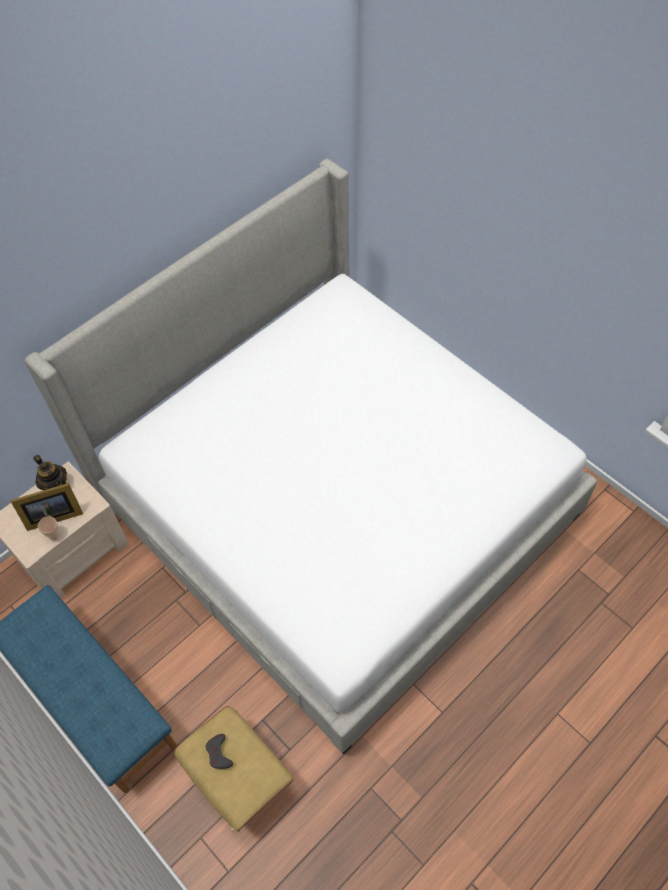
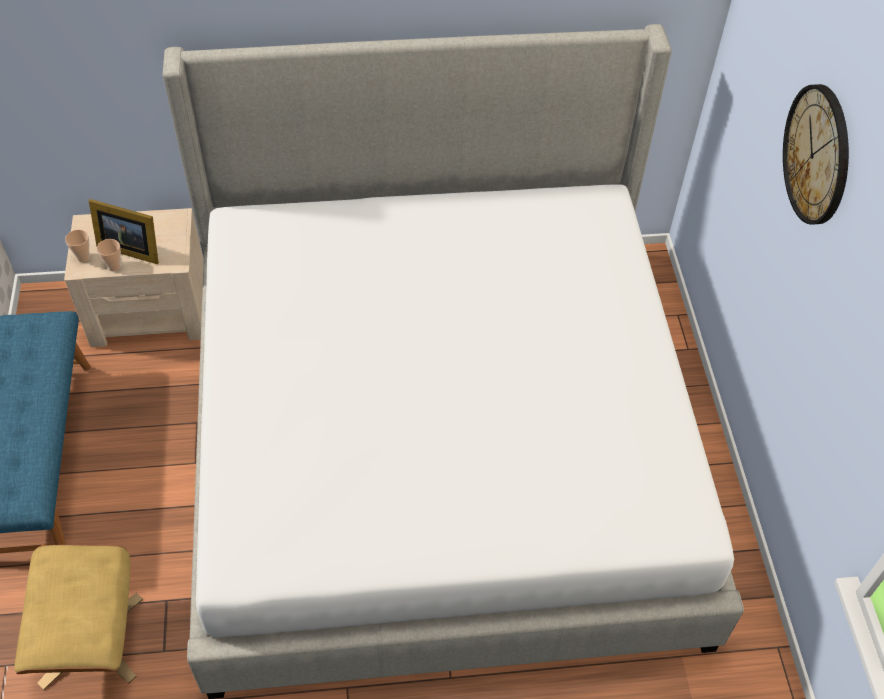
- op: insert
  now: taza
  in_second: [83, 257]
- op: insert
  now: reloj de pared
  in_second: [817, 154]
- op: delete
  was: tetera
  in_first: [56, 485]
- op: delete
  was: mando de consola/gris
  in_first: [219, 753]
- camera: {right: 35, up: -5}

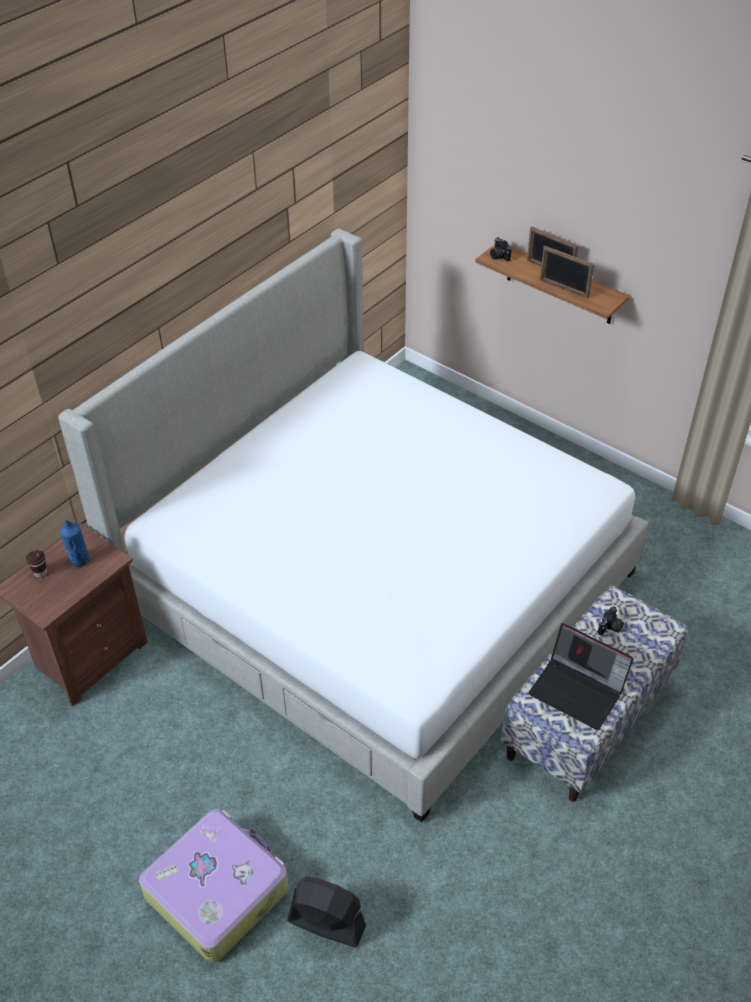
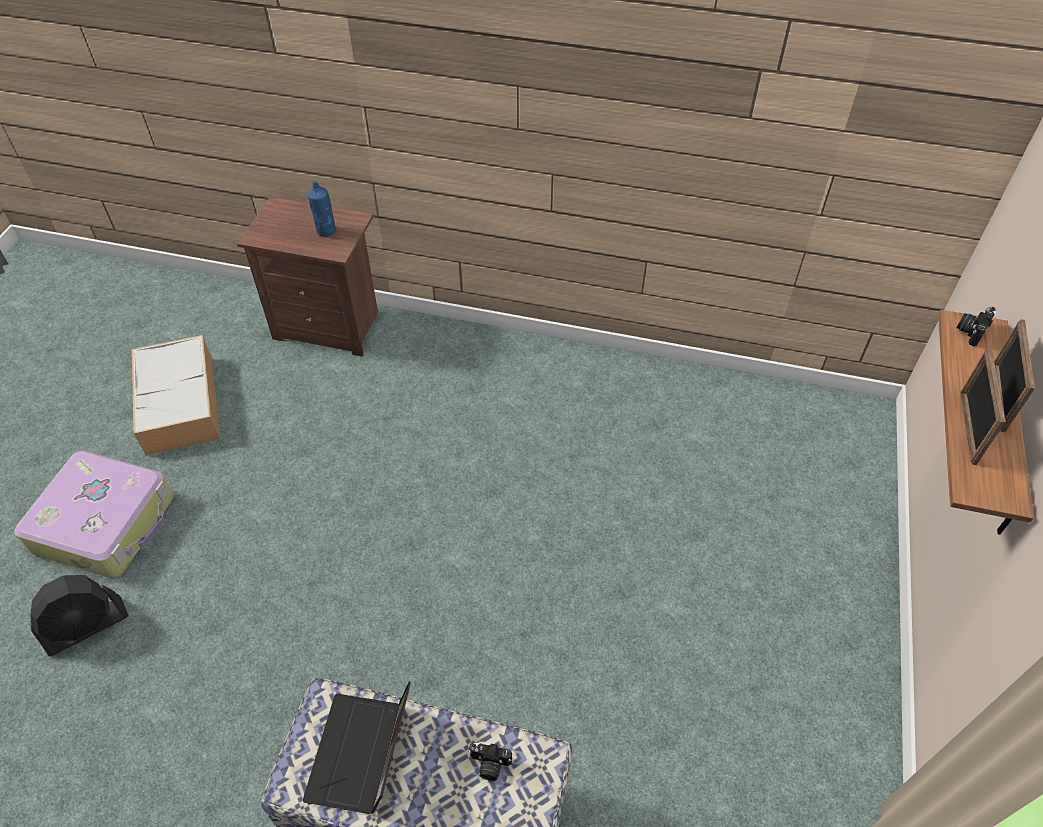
- op: rotate
  was: ventilador/negro
  in_first: [326, 923]
  in_second: [86, 626]
  clockwise: 60
- op: insert
  now: caja de almacenaje
  in_second: [181, 405]
- op: delete
  was: taza/marrón
  in_first: [40, 572]
- op: delete
  was: cama
  in_first: [376, 587]
- camera: {right: 65, up: 5}

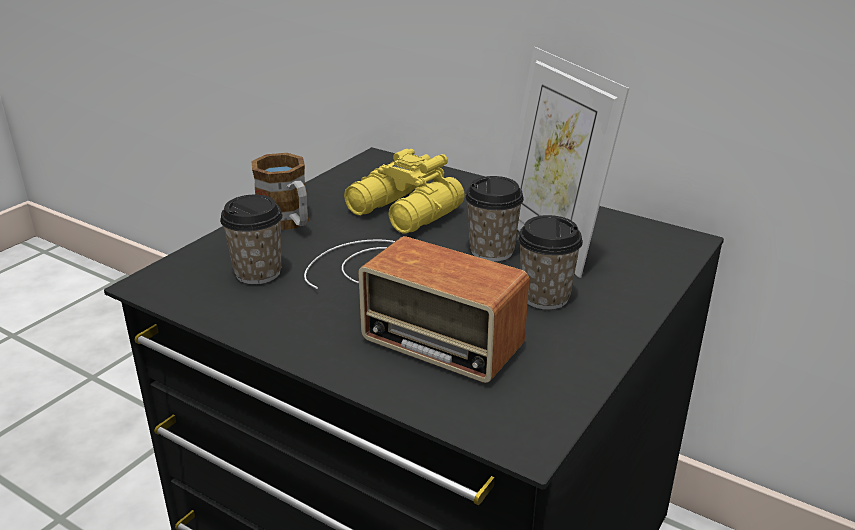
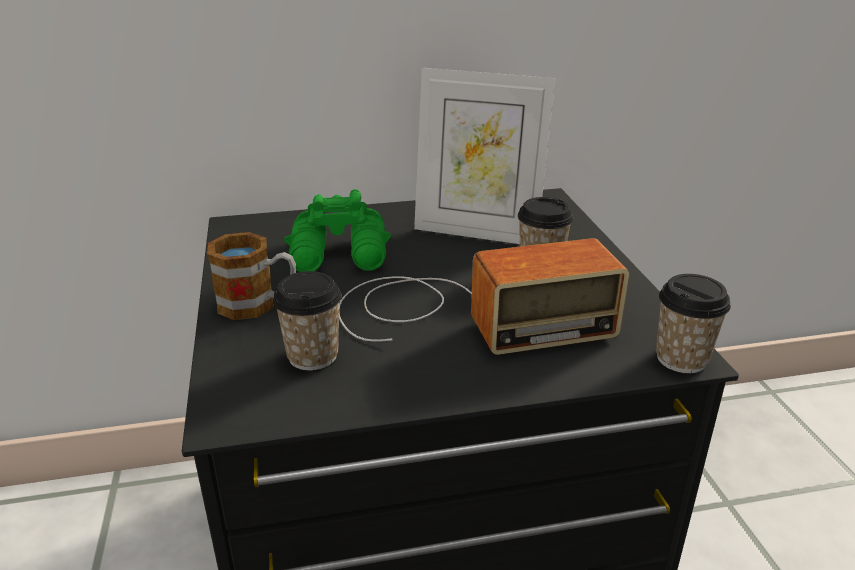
- op: recolor
  was: prismáticos/amarillo
  now: prismáticos/verde
  in_first: [404, 213]
  in_second: [341, 255]
- op: move
  was: taza
  in_first: [492, 251]
  in_second: [681, 359]
- camera: {right: -45, up: 0}

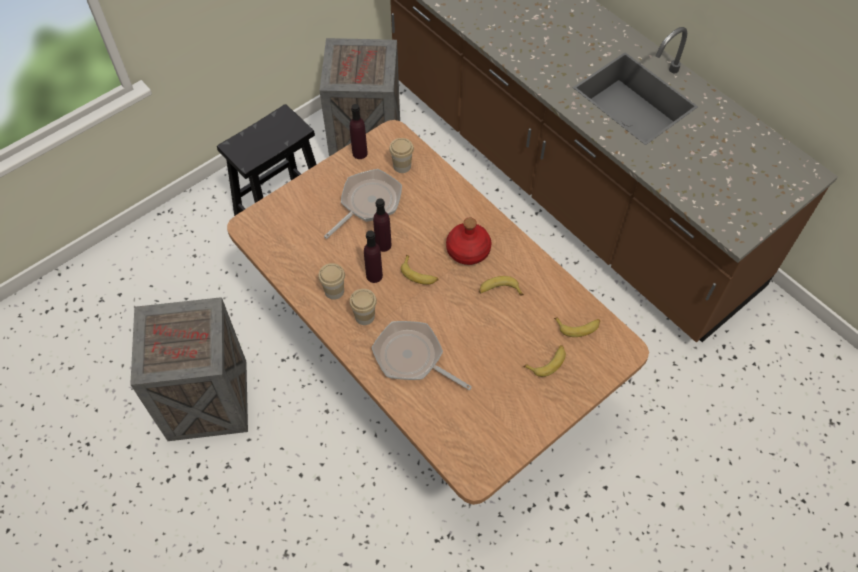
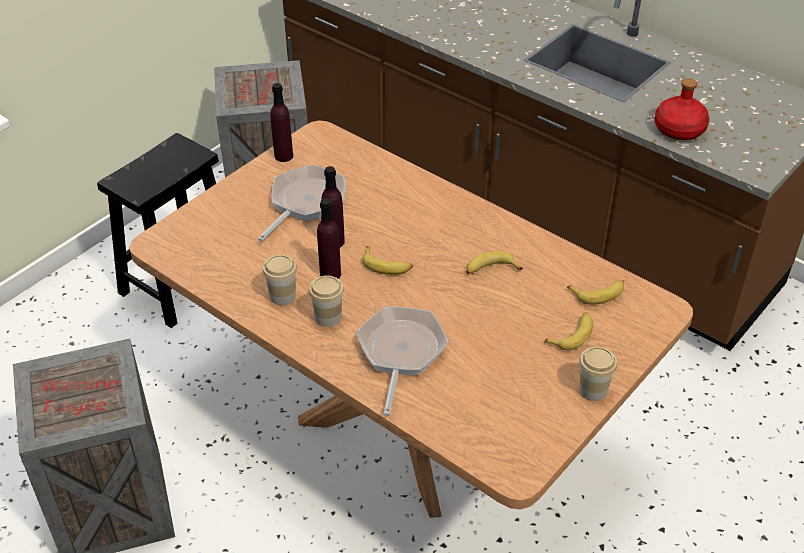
- op: rotate
  was: sartén
  in_first: [412, 358]
  in_second: [400, 353]
  clockwise: 75
- op: move
  was: taza
  in_first: [402, 166]
  in_second: [593, 390]
- op: move
  was: botella/rojo
  in_first: [467, 250]
  in_second: [678, 129]
- camera: {right: -10, up: -15}

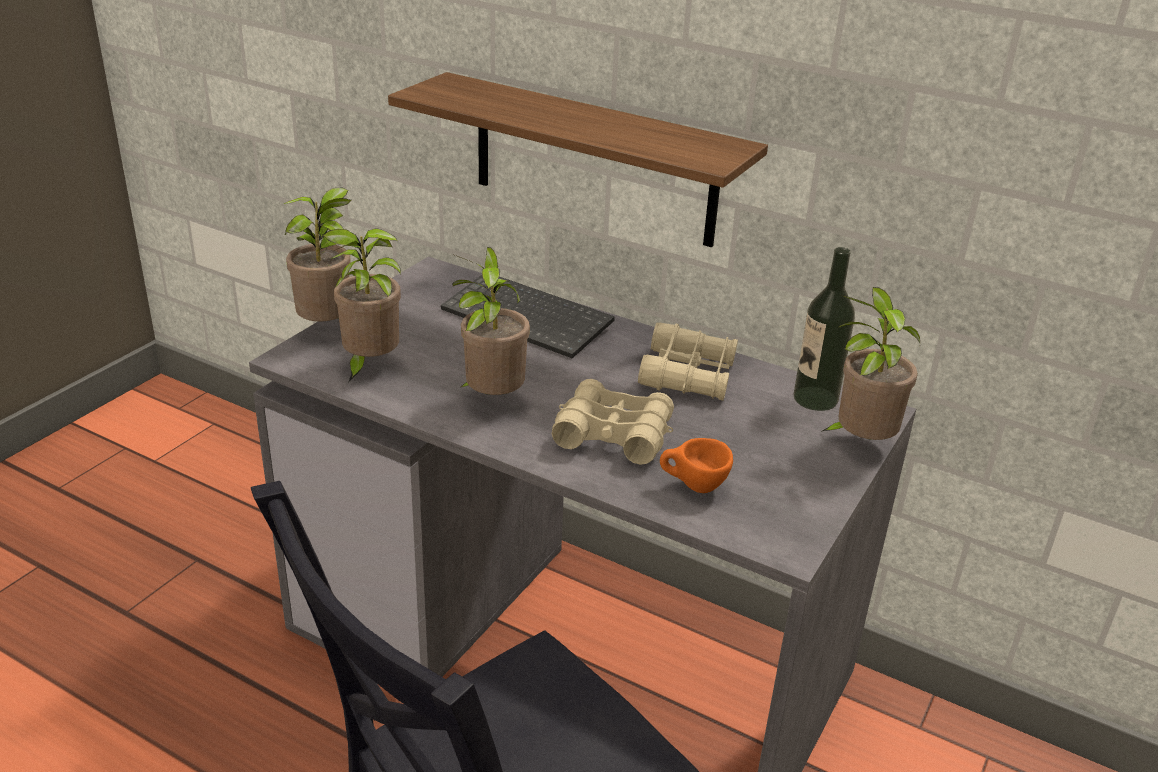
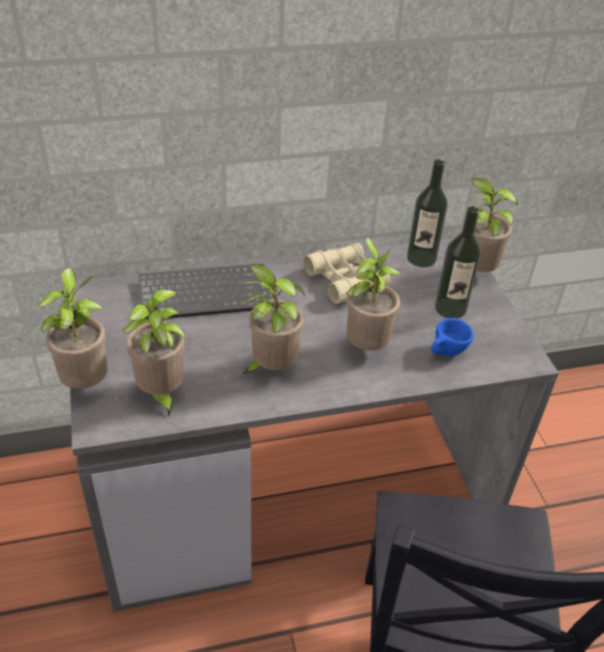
- op: replace
  was: prismáticos/beis
  now: planta en maceta
  in_first: [613, 434]
  in_second: [366, 347]
- op: recolor
  was: taza/naranja
  now: taza/azul
  in_first: [693, 487]
  in_second: [446, 354]
- op: insert
  now: botella
  in_second: [450, 308]
- op: delete
  was: estante
  in_first: [593, 160]
- camera: {right: -45, up: 10}

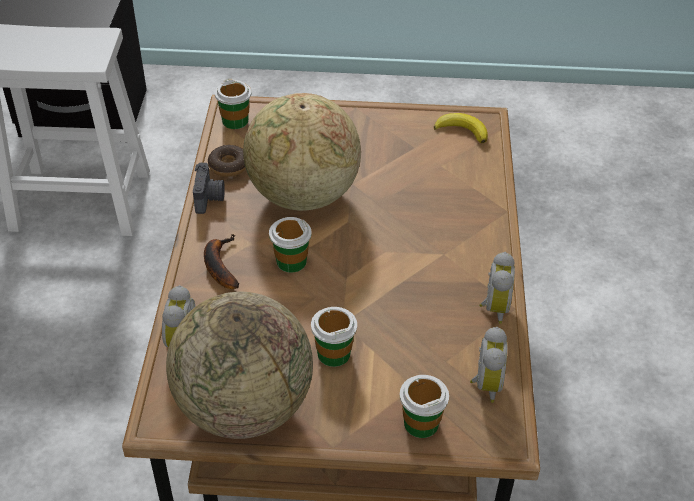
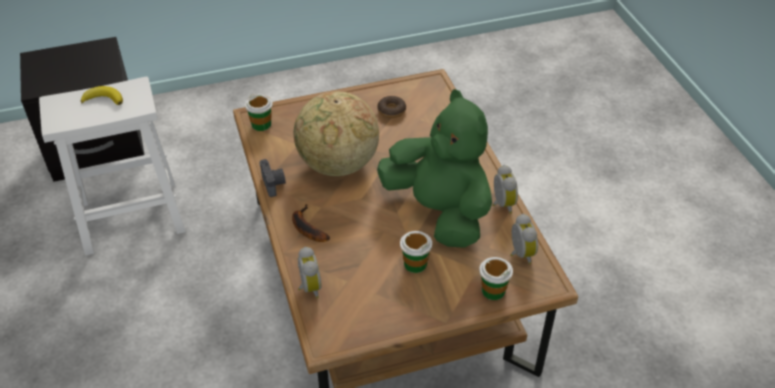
- op: move
  was: plátano
  in_first: [462, 130]
  in_second: [103, 99]
- op: insert
  now: peluche/verde
  in_second: [439, 211]
- op: move
  was: rosquilla
  in_first: [228, 166]
  in_second: [391, 110]
- op: delete
  was: globo terráqueo
  in_first: [244, 407]
- op: delete
  was: taza
  in_first: [291, 261]
- camera: {right: -20, up: 0}

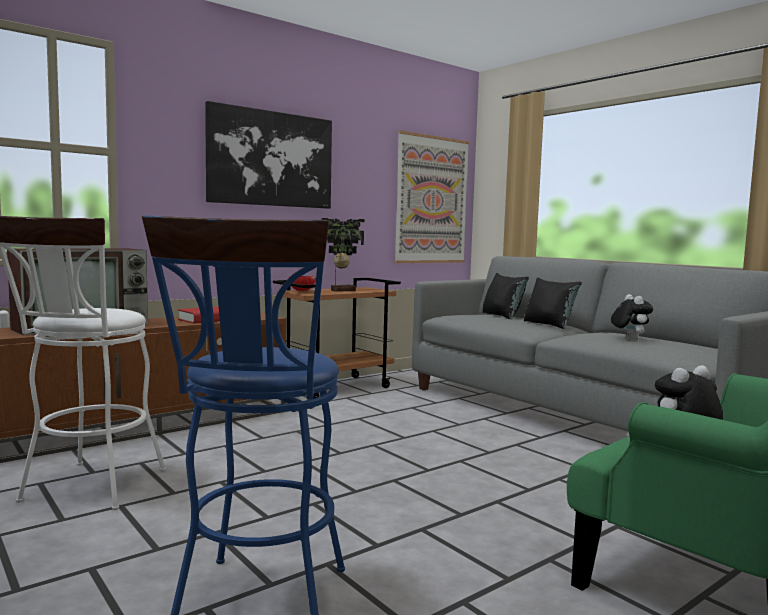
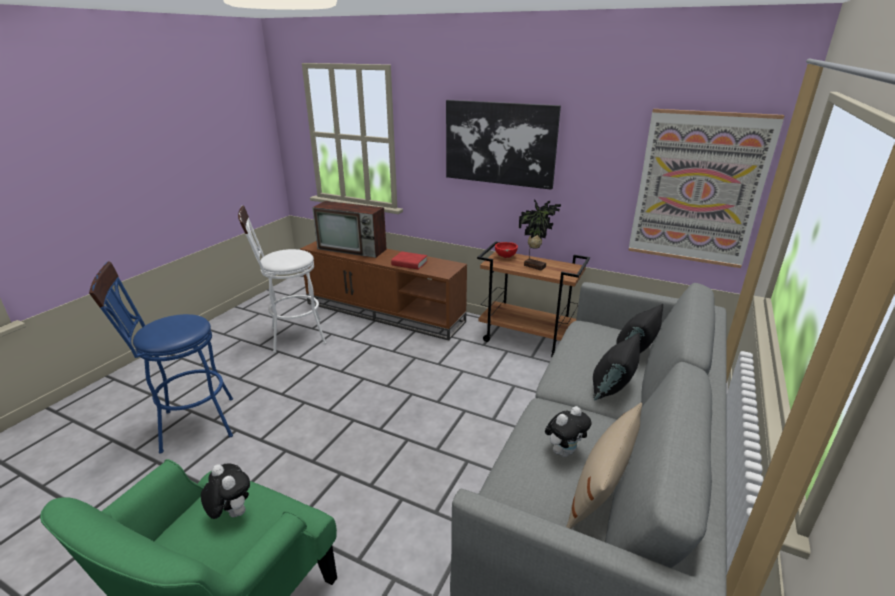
- op: insert
  now: cojín/beis
  in_second: [602, 486]
- camera: {right: 65, up: 20}

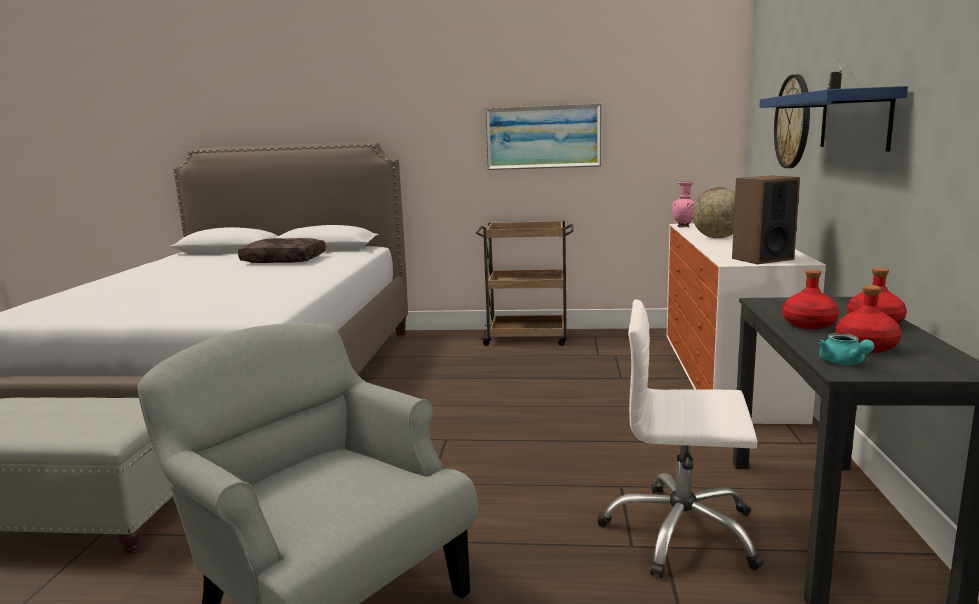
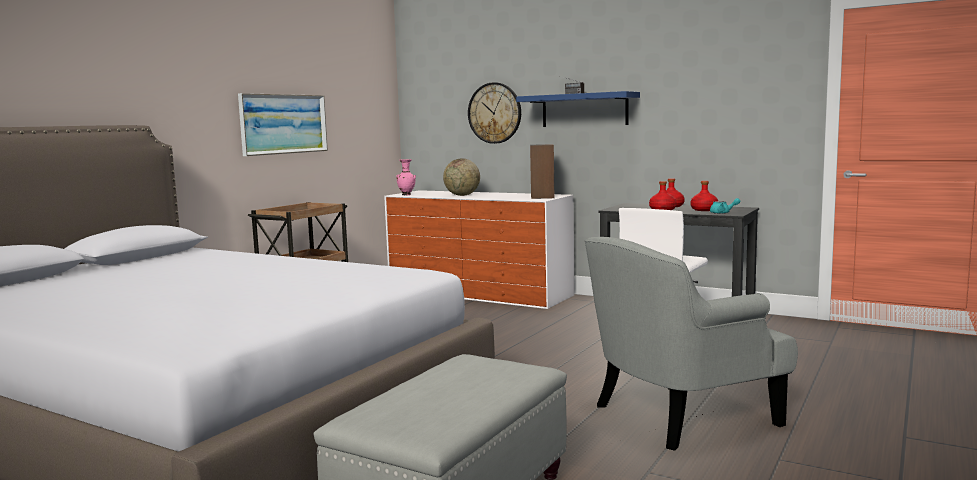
- op: delete
  was: cojín/marrón
  in_first: [285, 260]
- camera: {right: -65, up: -5}

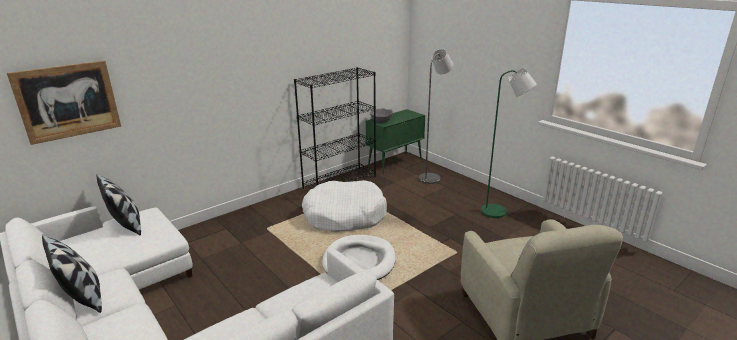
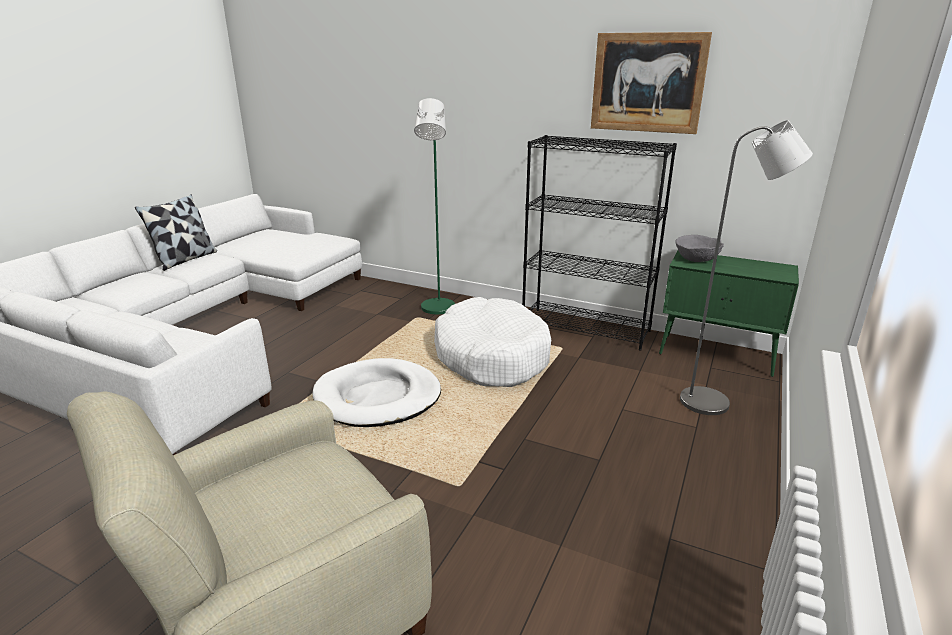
- op: move
  was: lámpara de pie/verde
  in_first: [498, 213]
  in_second: [437, 310]
- op: move
  was: cuadro
  in_first: [68, 101]
  in_second: [647, 83]
- op: delete
  was: cojín
  in_first: [126, 225]
- camera: {right: 65, up: 0}

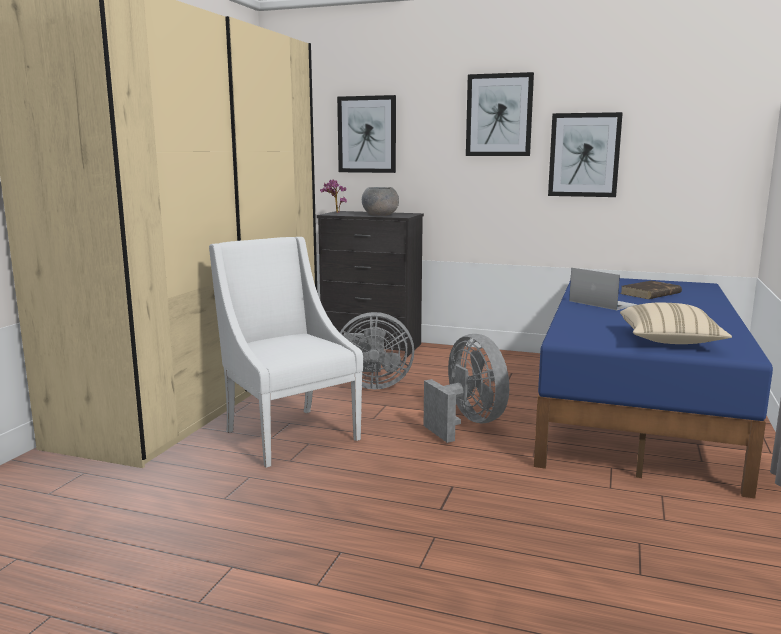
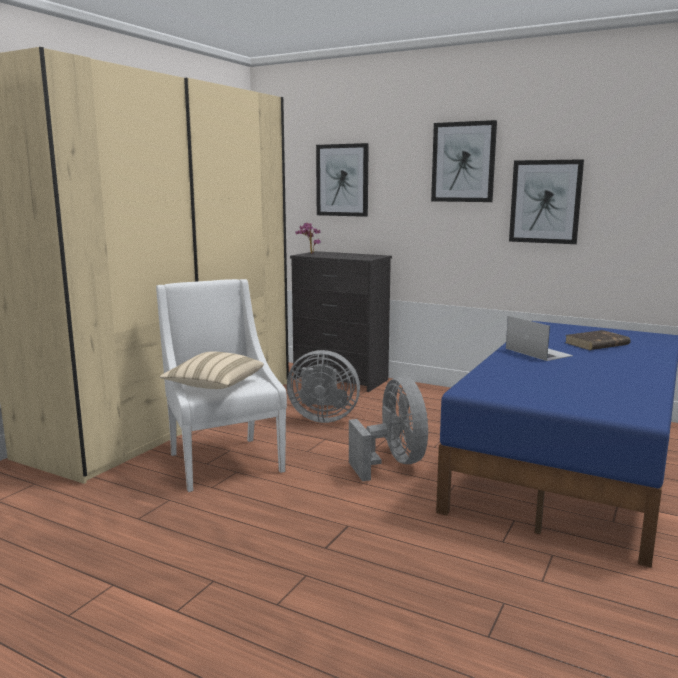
- op: move
  was: cojín/beis
  in_first: [669, 341]
  in_second: [214, 386]
- op: delete
  was: cuenco/gris
  in_first: [380, 215]
- camera: {right: 10, up: 0}

